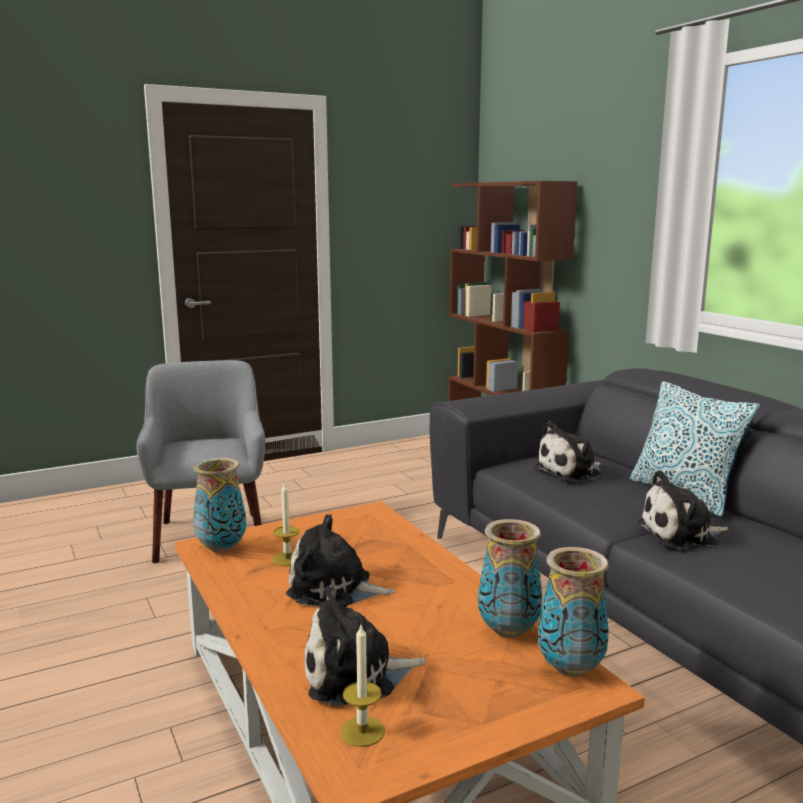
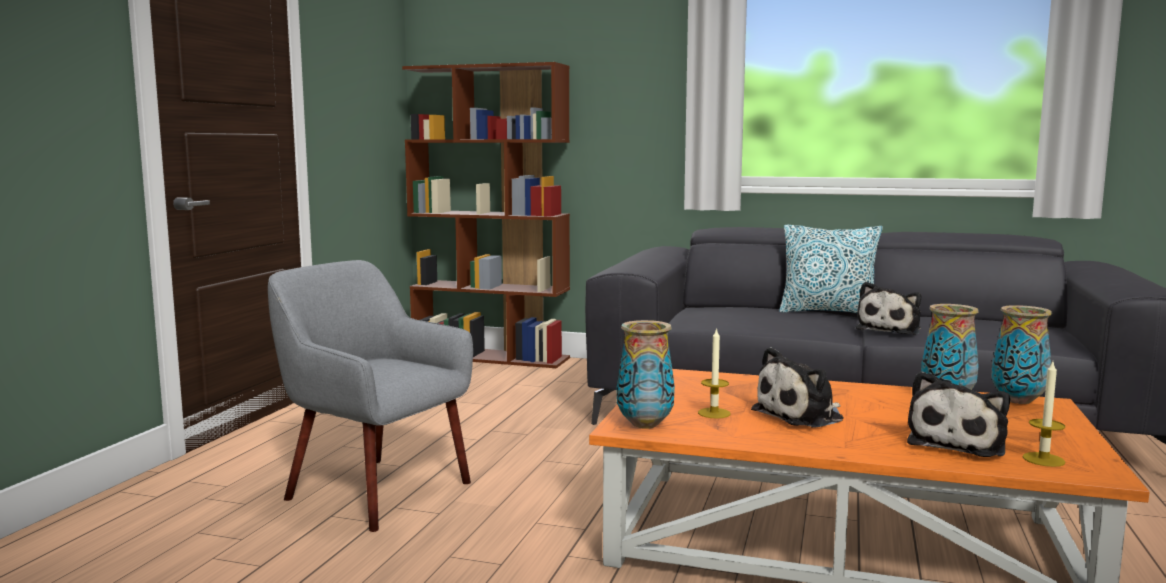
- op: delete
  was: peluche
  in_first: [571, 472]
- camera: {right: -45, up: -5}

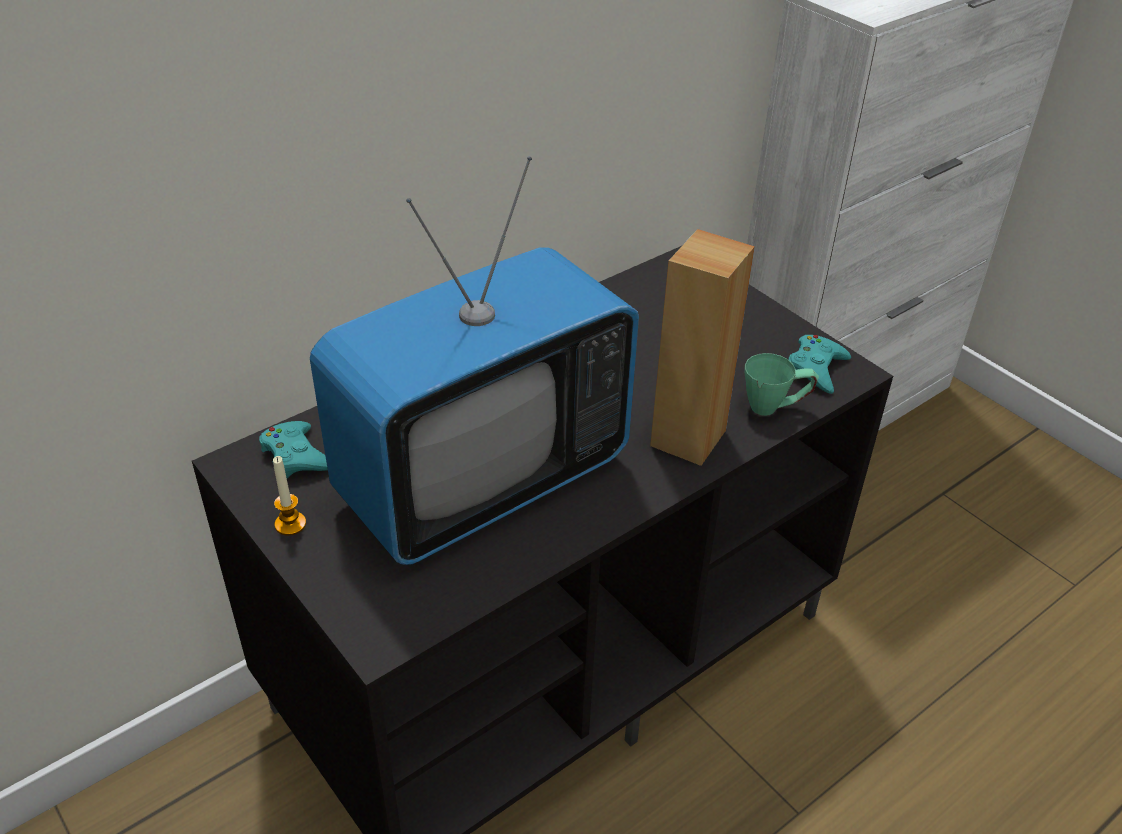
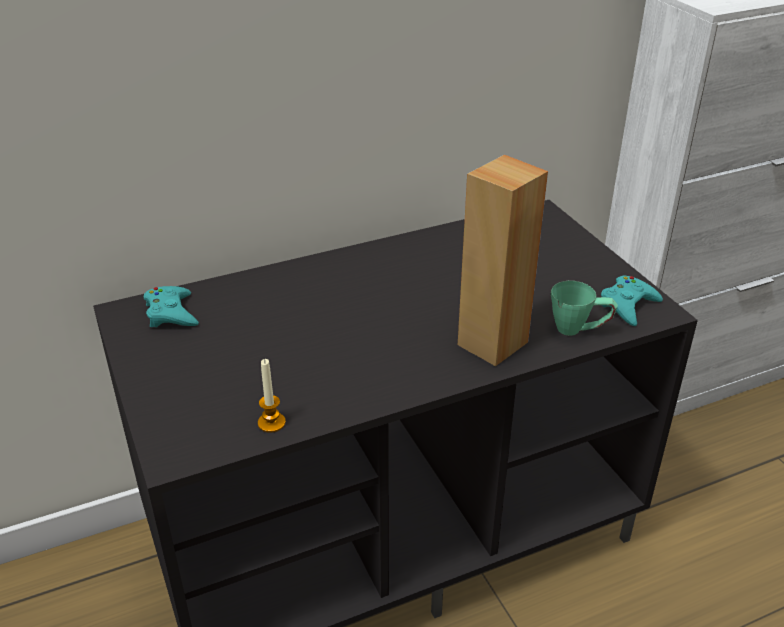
- op: move
  was: vela
  in_first: [290, 524]
  in_second: [271, 423]
- op: delete
  was: televisor
  in_first: [482, 481]
- camera: {right: 15, up: -5}

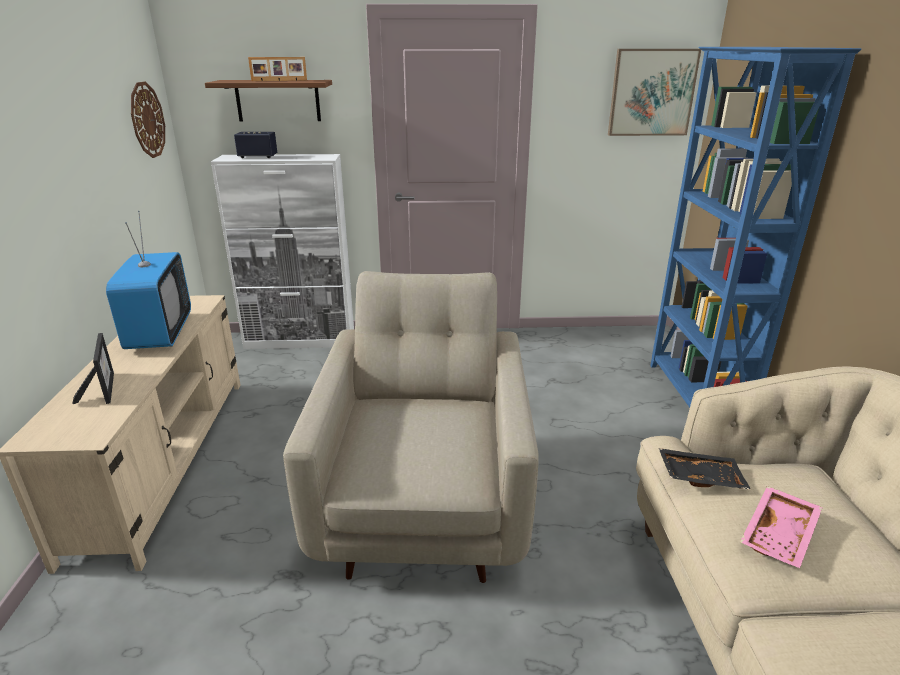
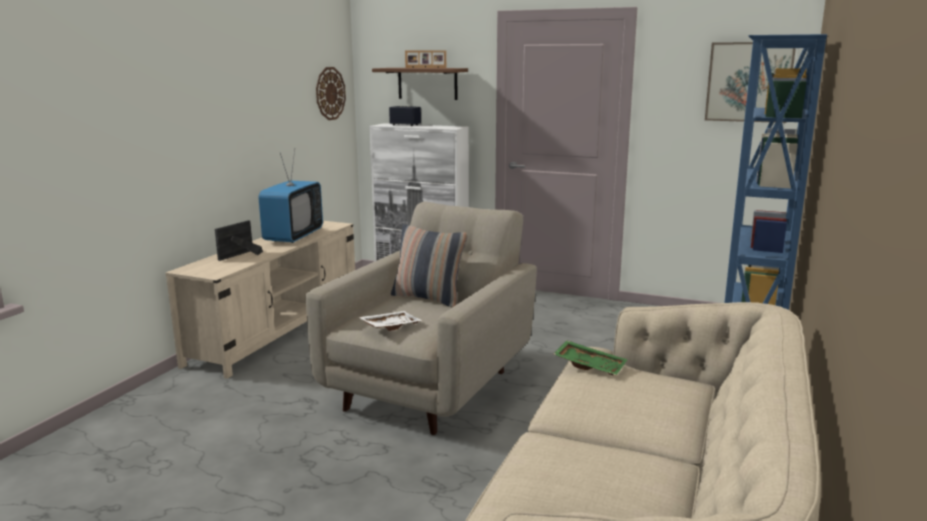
- op: rotate
  was: portarretratos
  in_first: [103, 388]
  in_second: [238, 256]
  clockwise: -150
- op: insert
  now: bandeja/blanco
  in_second: [390, 326]
- op: insert
  now: cojín
  in_second: [428, 298]
- op: recolor
  was: bandeja/negro
  now: bandeja/verde
  in_first: [700, 476]
  in_second: [590, 365]
- op: delete
  was: bandeja/rosa
  in_first: [780, 535]
- camera: {right: 25, up: -10}

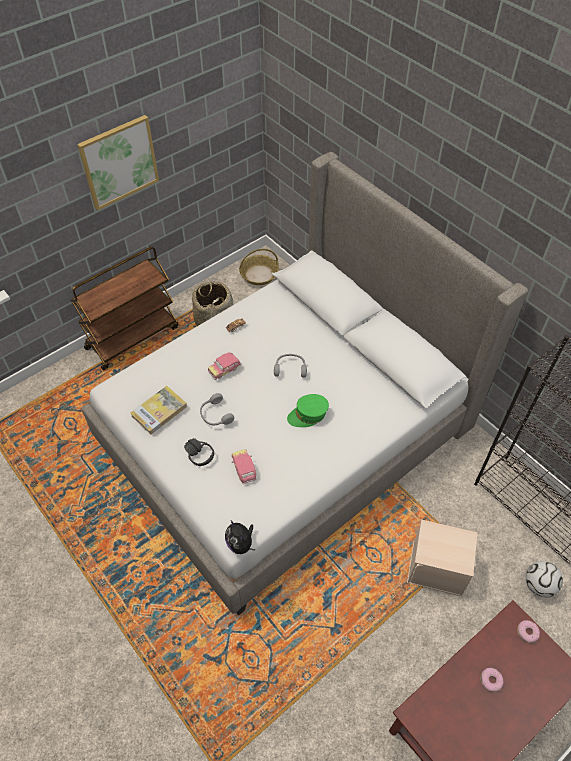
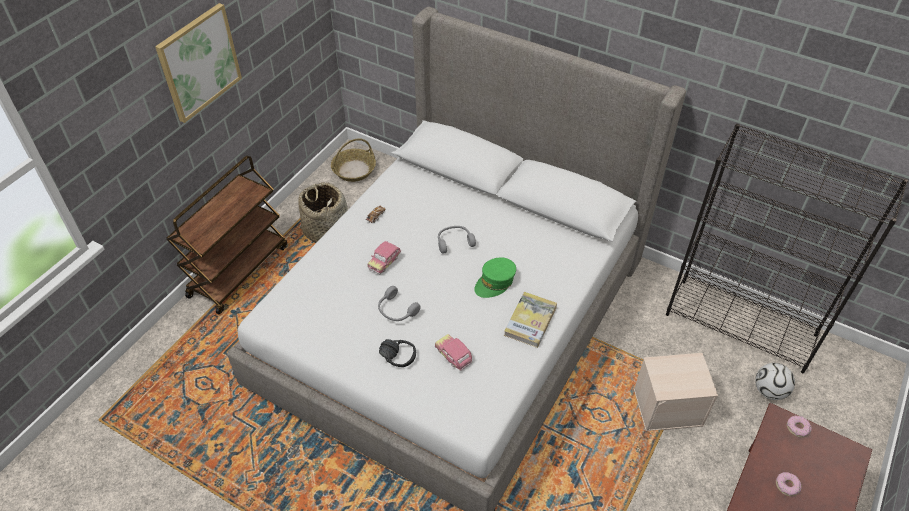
- op: move
  was: libro
  in_first: [159, 411]
  in_second: [530, 321]
- op: delete
  was: peluche
  in_first: [241, 544]
- camera: {right: -20, up: -5}

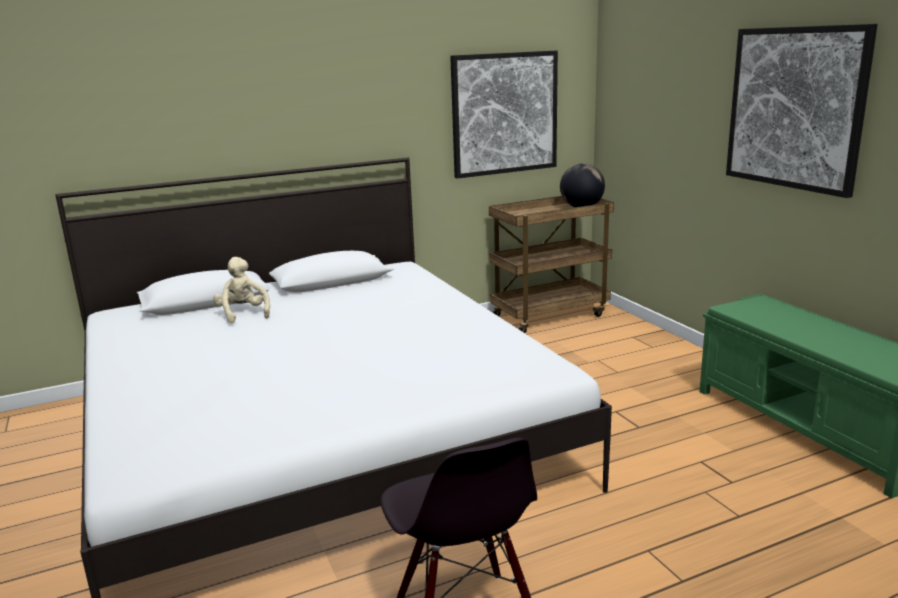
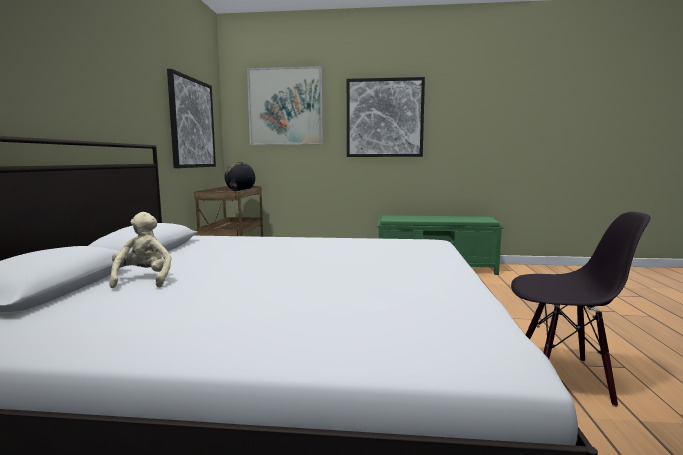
- op: rotate
  was: peluche/beis
  in_first: [243, 314]
  in_second: [143, 280]
  clockwise: 75
- op: insert
  now: cuadro
  in_second: [285, 106]
- camera: {right: -60, up: -10}

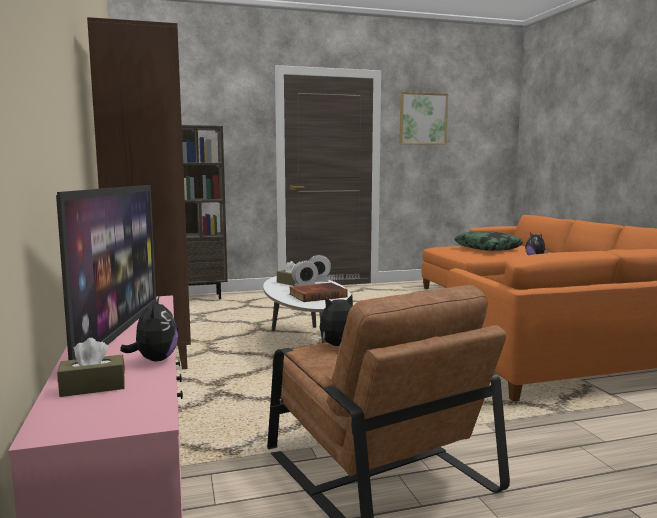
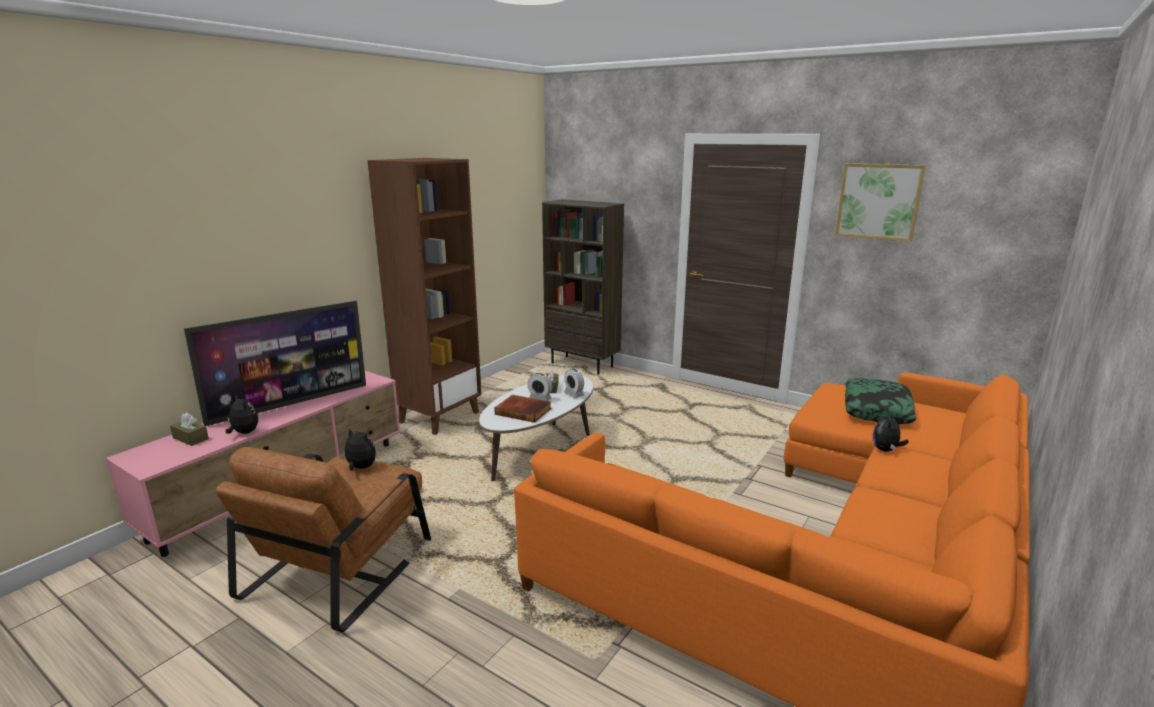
- op: rotate
  was: peluche
  in_first: [154, 360]
  in_second: [244, 433]
  clockwise: -90
- camera: {right: 50, up: 10}

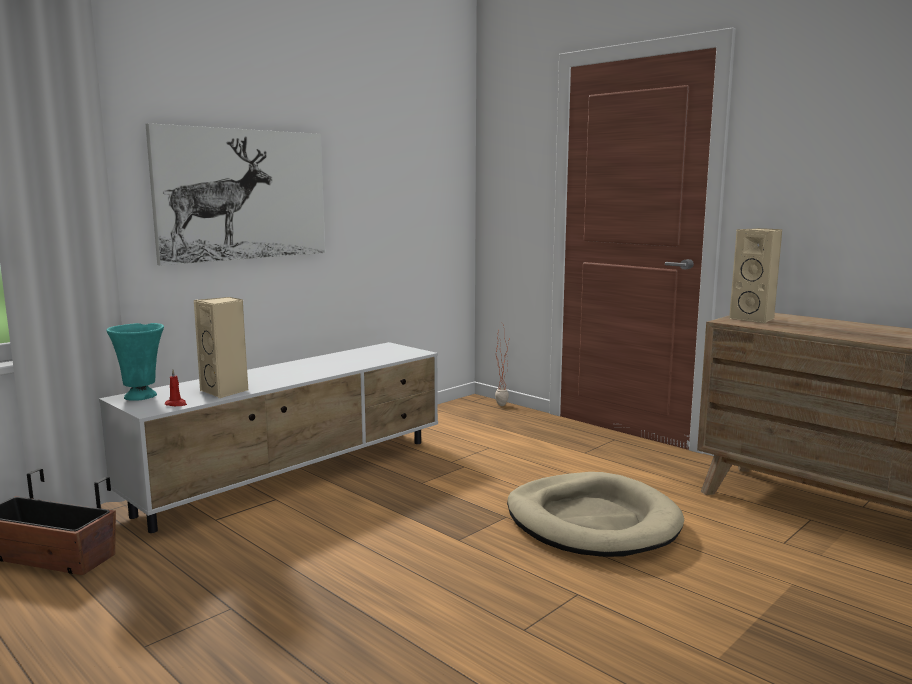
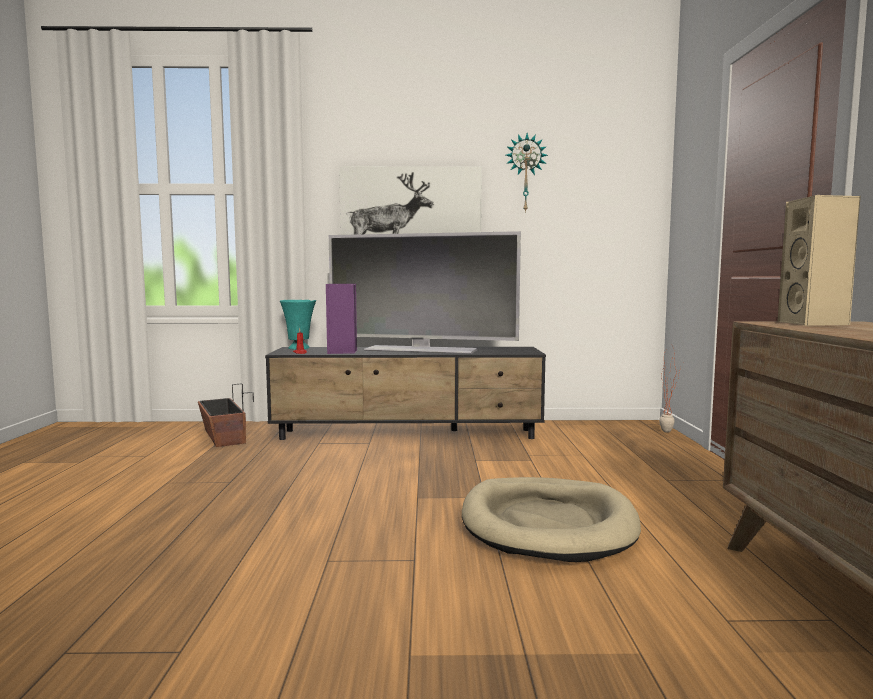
- op: recolor
  was: mueble de televisión/blanco
  now: mueble de televisión/negro
  in_first: [296, 475]
  in_second: [409, 434]
- op: recolor
  was: altavoz/beis
  now: altavoz/morado
  in_first: [225, 391]
  in_second: [342, 352]
- op: insert
  now: televisor
  in_second: [421, 350]
- op: insert
  now: reloj de pared
  in_second: [525, 173]
- camera: {right: 45, up: -5}

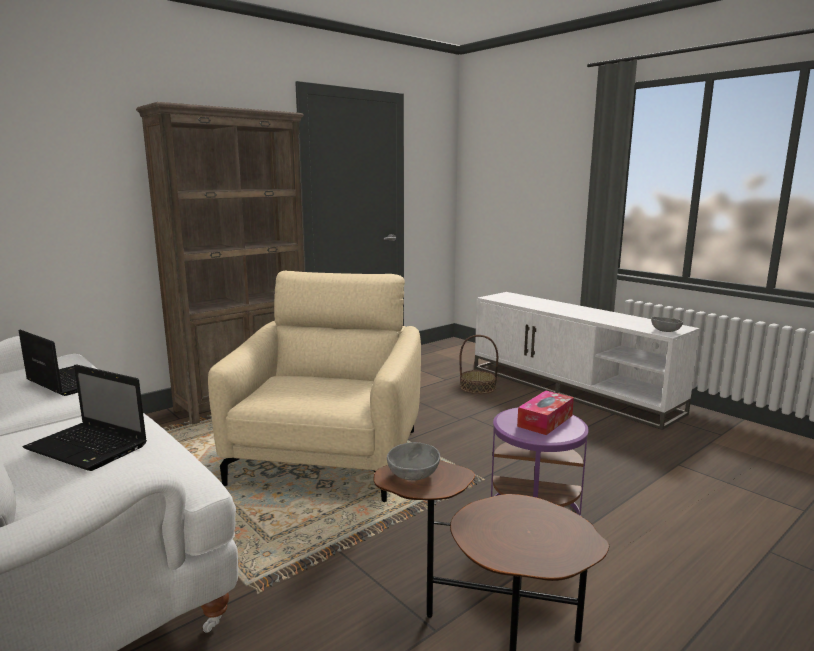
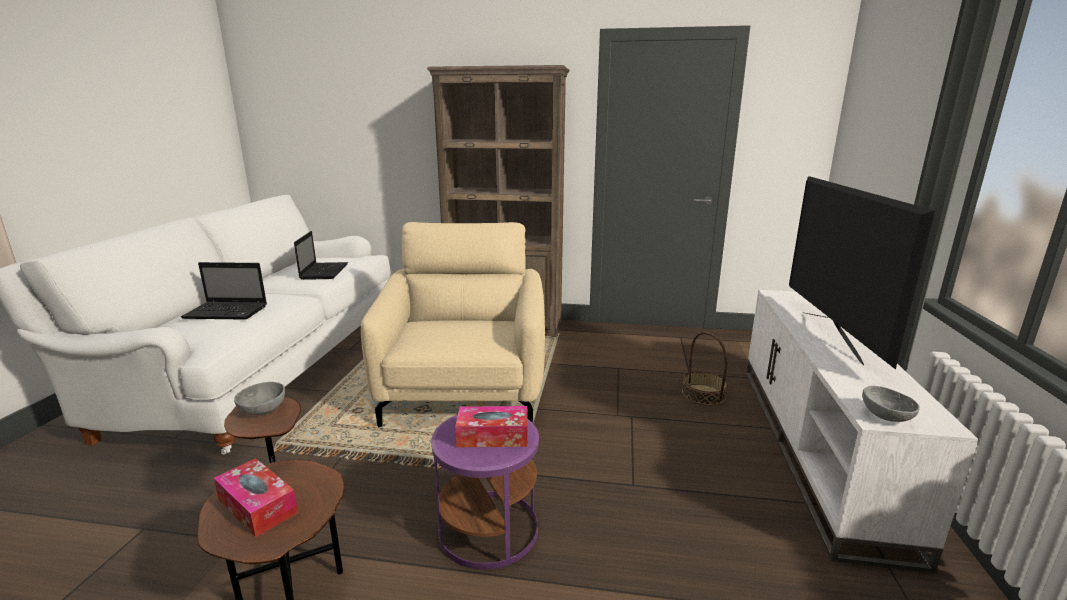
- op: rotate
  was: portátil
  in_first: [89, 448]
  in_second: [228, 312]
  clockwise: -75
- op: insert
  now: caja de pañuelos
  in_second: [257, 506]
- op: rotate
  was: sillón/beis
  in_first: [327, 457]
  in_second: [464, 391]
  clockwise: -60
- op: insert
  now: televisor
  in_second: [831, 336]
- camera: {right: 50, up: 5}

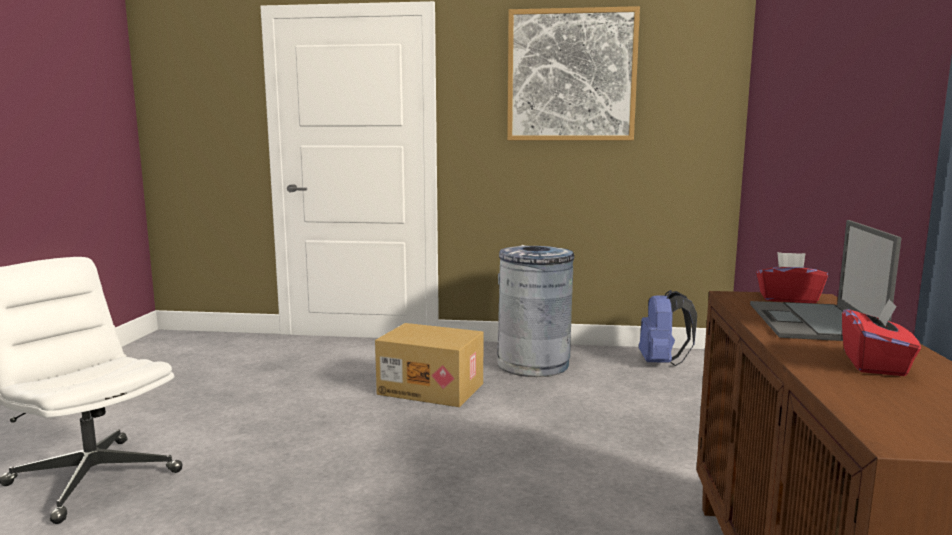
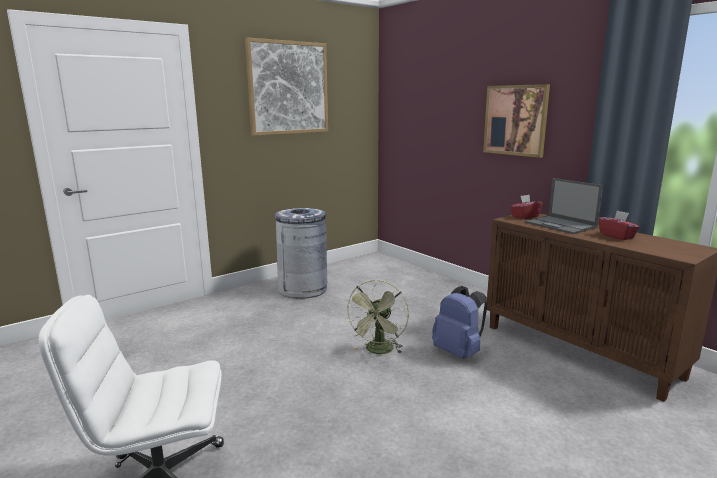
- op: insert
  now: ventilador/verde
  in_second: [378, 351]
- op: move
  was: mochila/azul
  in_first: [662, 363]
  in_second: [459, 352]
- op: insert
  now: cuadro
  in_second: [515, 120]
- op: delete
  was: caja de cartón
  in_first: [432, 388]
- camera: {right: -45, up: 5}

